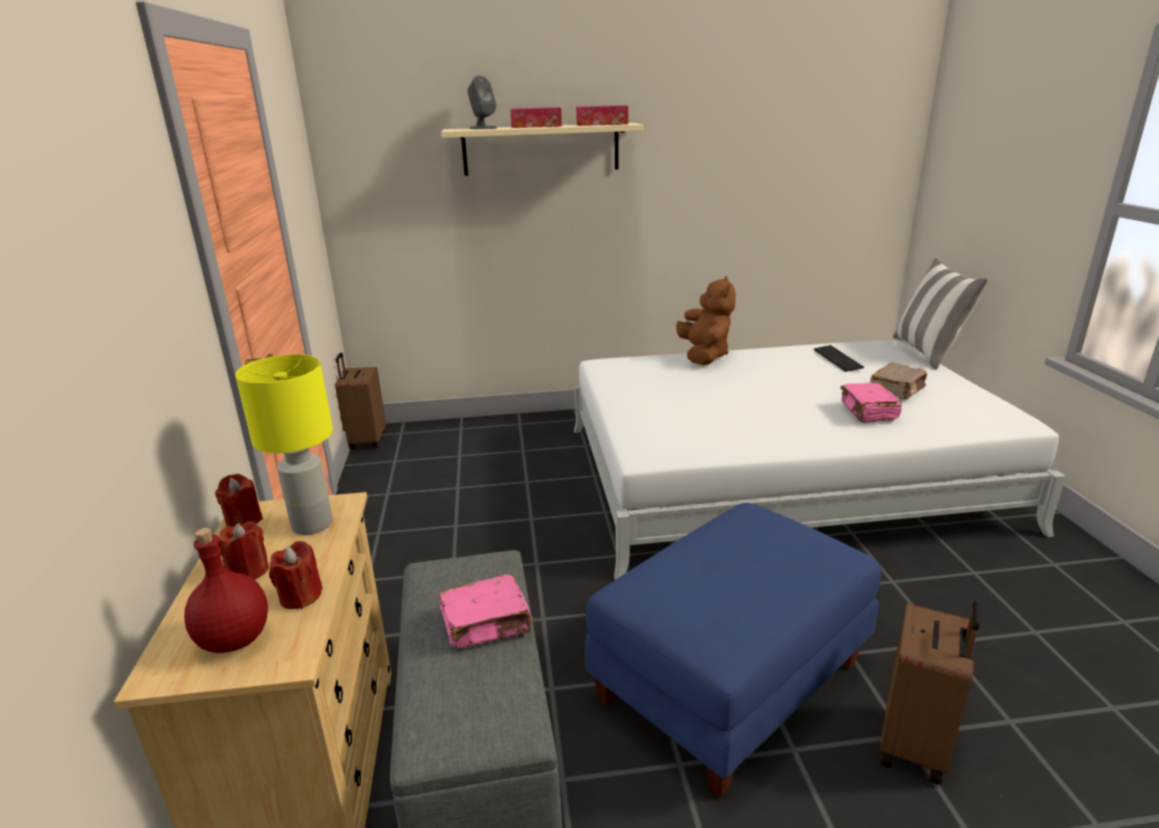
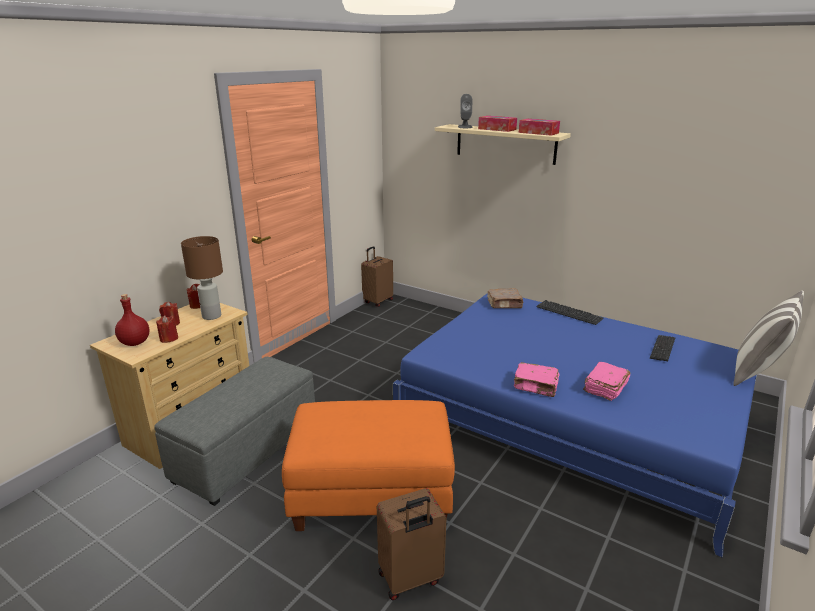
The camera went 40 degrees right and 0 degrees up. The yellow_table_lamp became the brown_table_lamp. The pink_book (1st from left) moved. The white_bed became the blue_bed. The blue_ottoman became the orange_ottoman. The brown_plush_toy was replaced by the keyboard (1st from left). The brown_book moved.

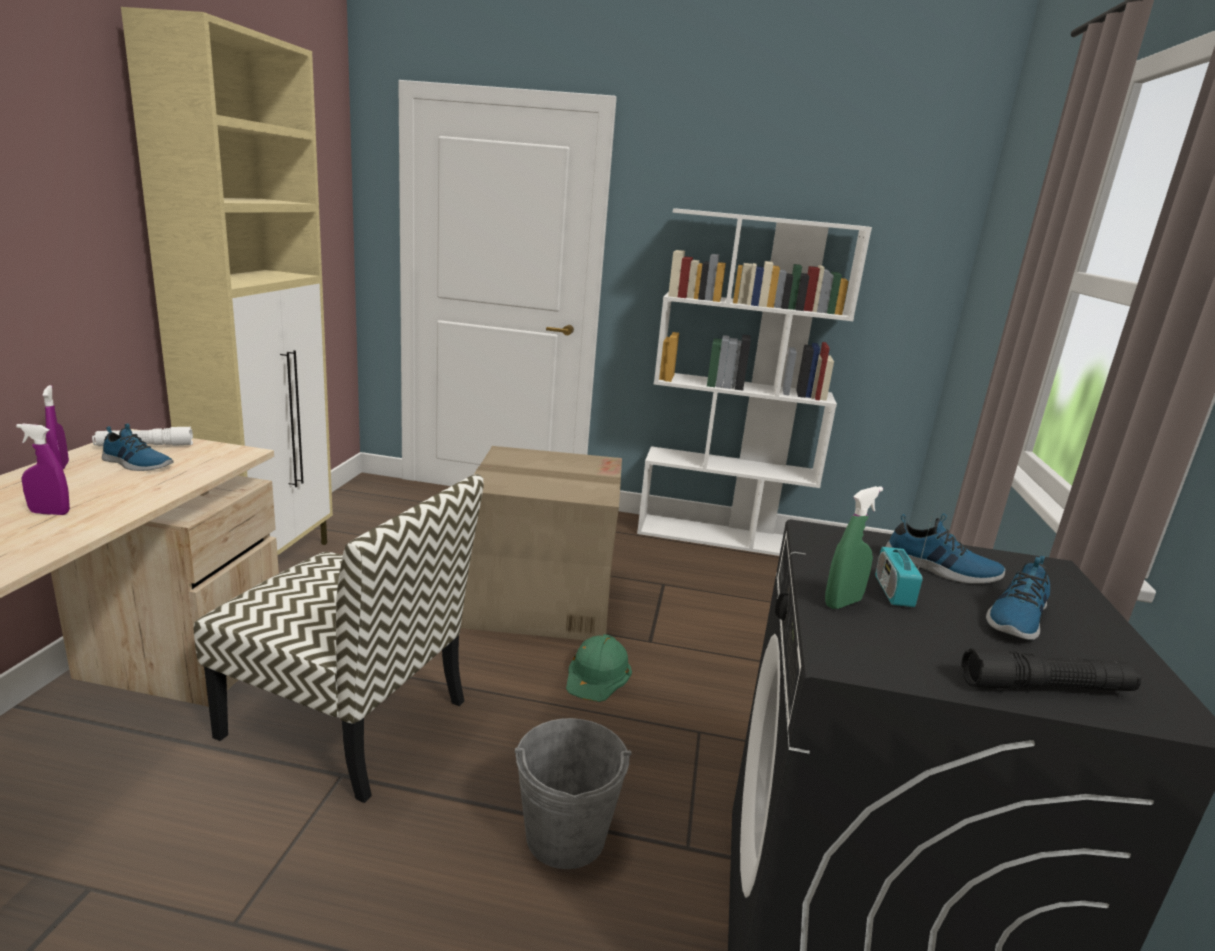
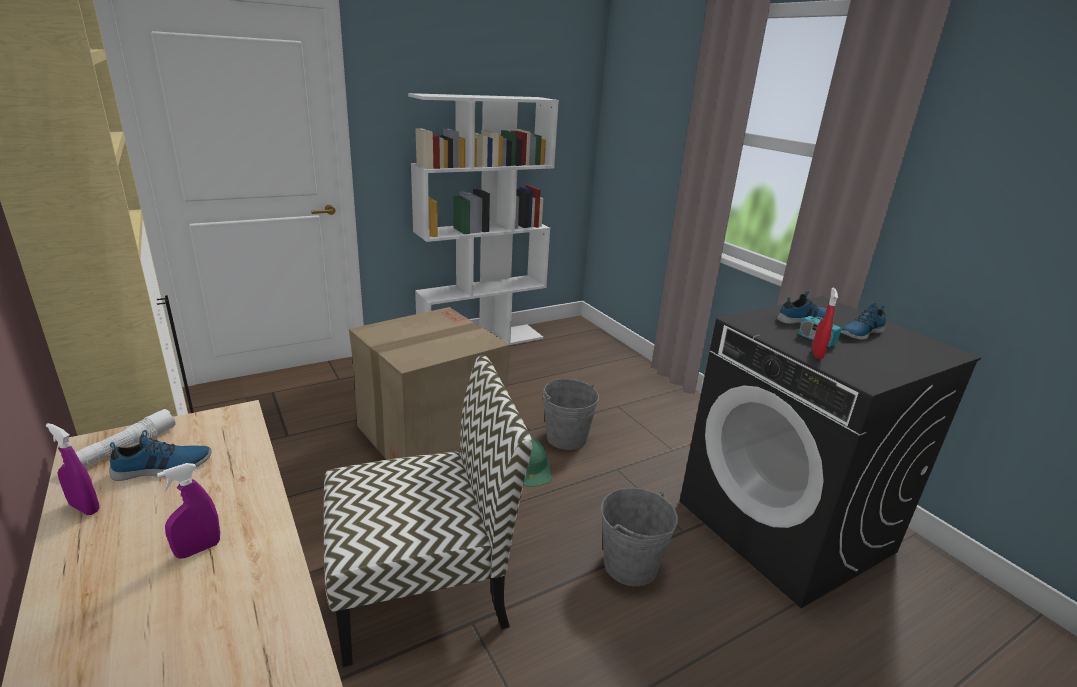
The camera went 40 degrees left and 5 degrees up. The green_spray_bottle became the red_spray_bottle. The black_flashlight disappeared. The shoe (3rd from left) turned 60 degrees clockwise. The grey_bucket (1st from left) appeared.

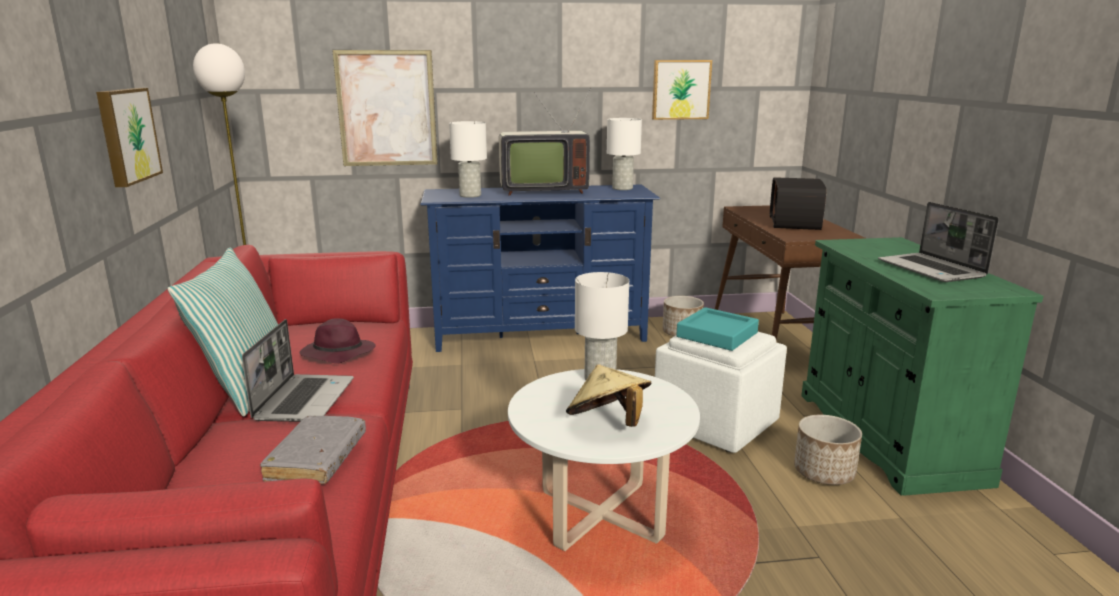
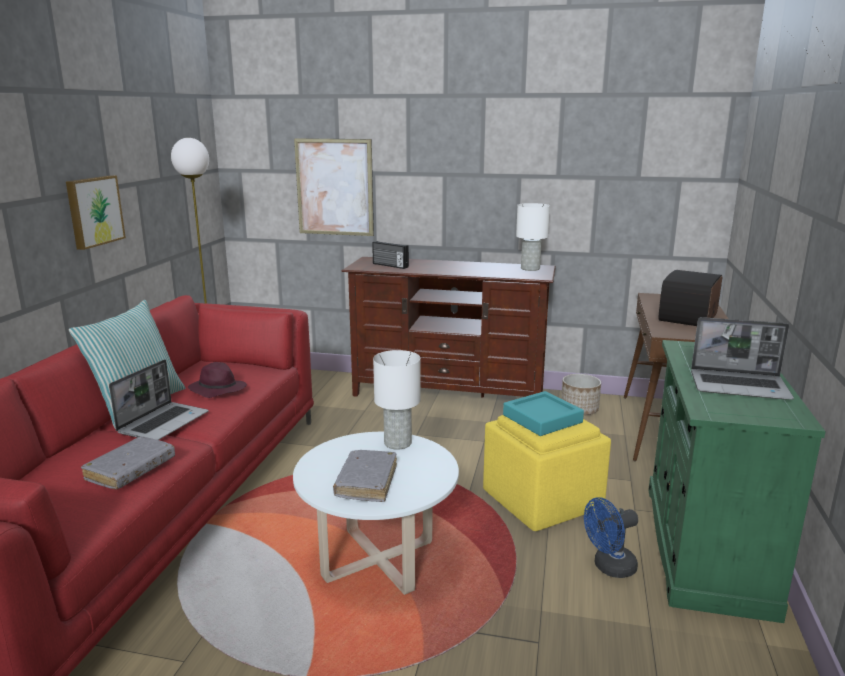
The camera went 20 degrees right and 0 degrees up. The blue_tv_stand became the brown_tv_stand. The white_table_lamp (1st from left) was replaced by the radio (1st from left). The television disappeared. The beige_hat was replaced by the grey_book (2nd from left). The picture (3rd from left) disappeared. The white_ottoman became the yellow_ottoman. The planter (2nd from left) was replaced by the blue_fan. The laptop (2nd from left) turned 75 degrees counterclockwise.

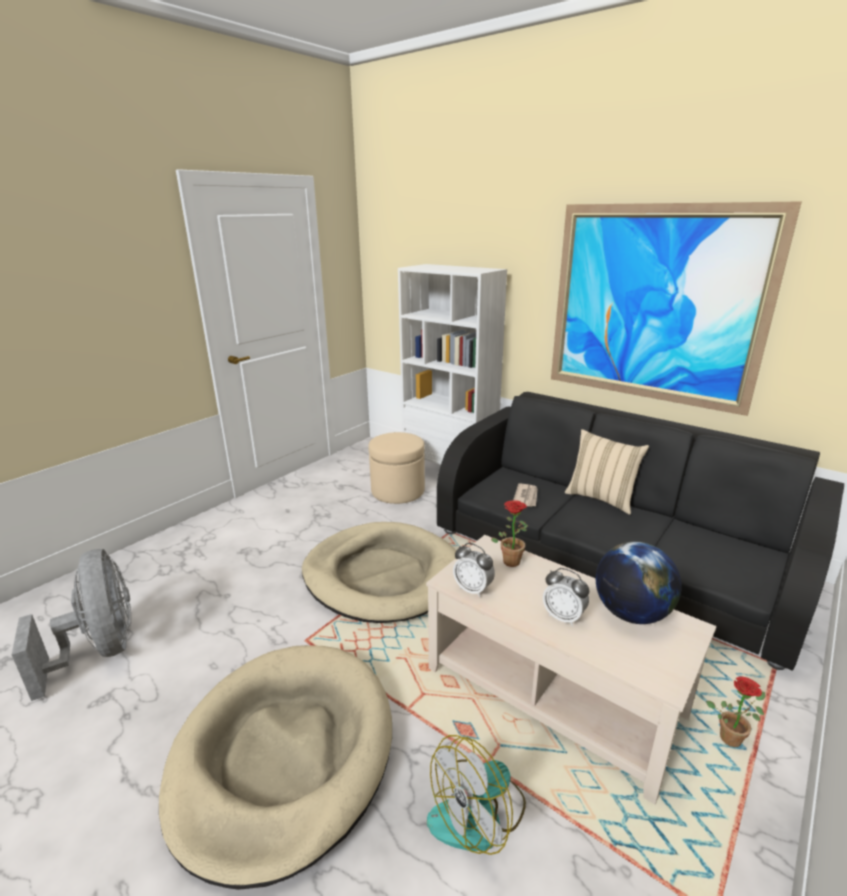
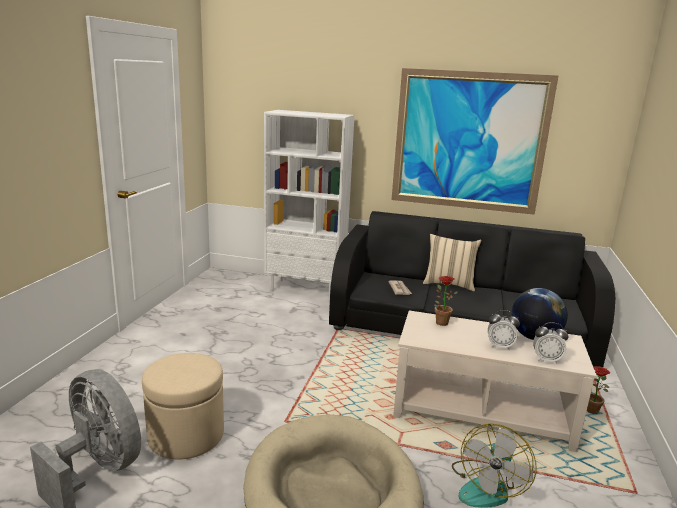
The camera went 25 degrees left and 5 degrees down. The beige_dog_bed (2nd from left) disappeared. The beige_ottoman moved. The alarm_clock (1st from left in the first image) moved.

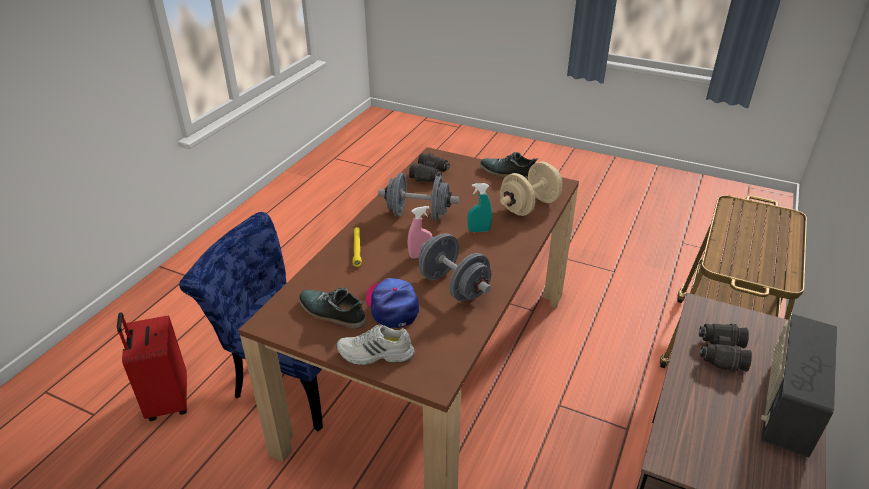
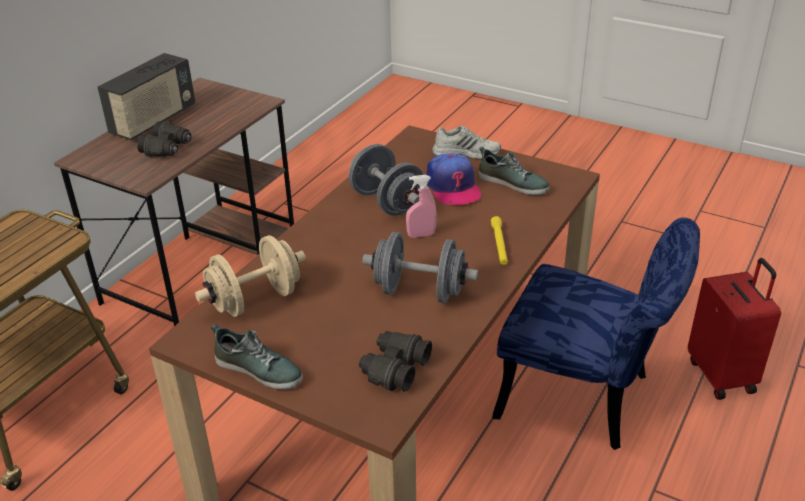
The camera went 175 degrees left and 0 degrees up. The turquoise_spray_bottle disappeared.

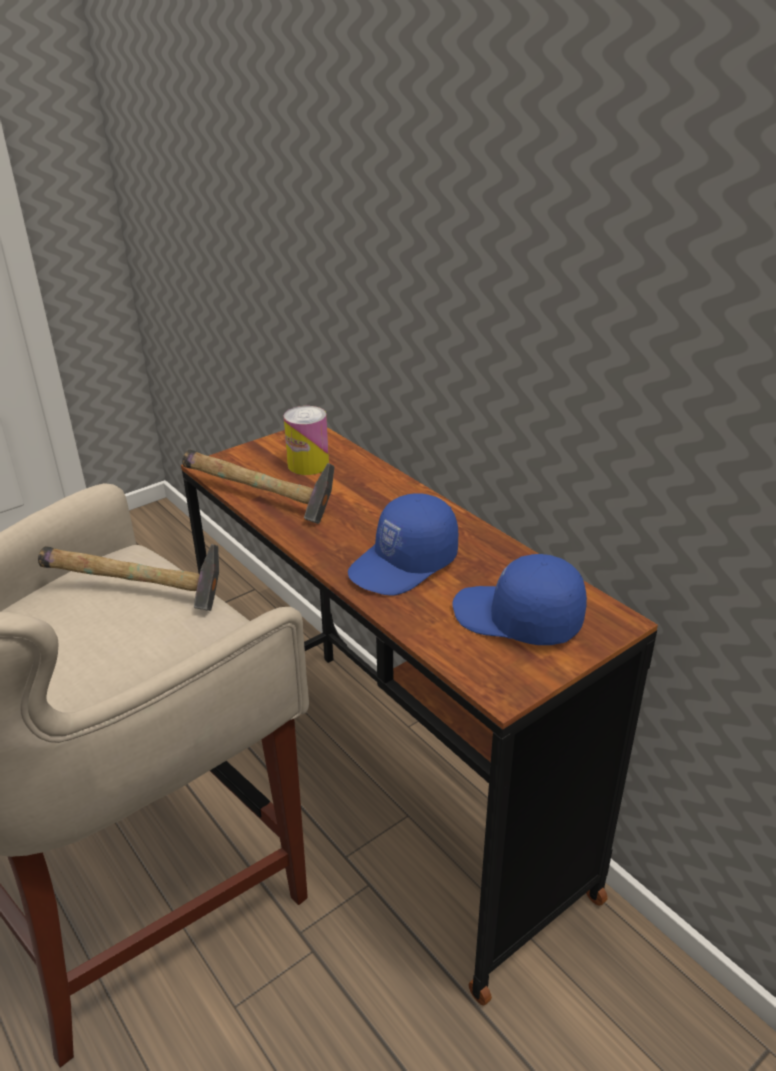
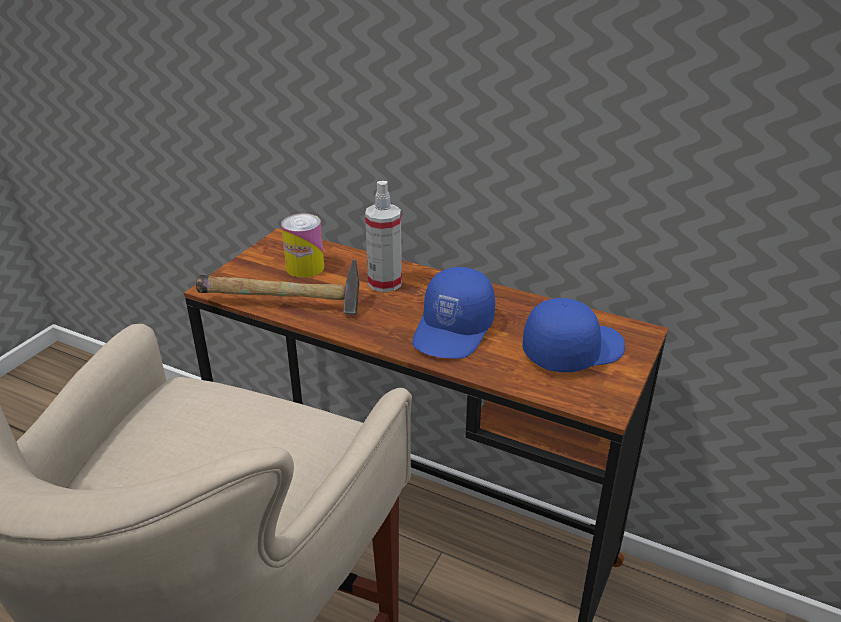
The camera went 25 degrees left and 0 degrees up. The hammer (1st from left) disappeared. The blue_cap (2nd from left) turned 150 degrees clockwise. The spray_bottle appeared.

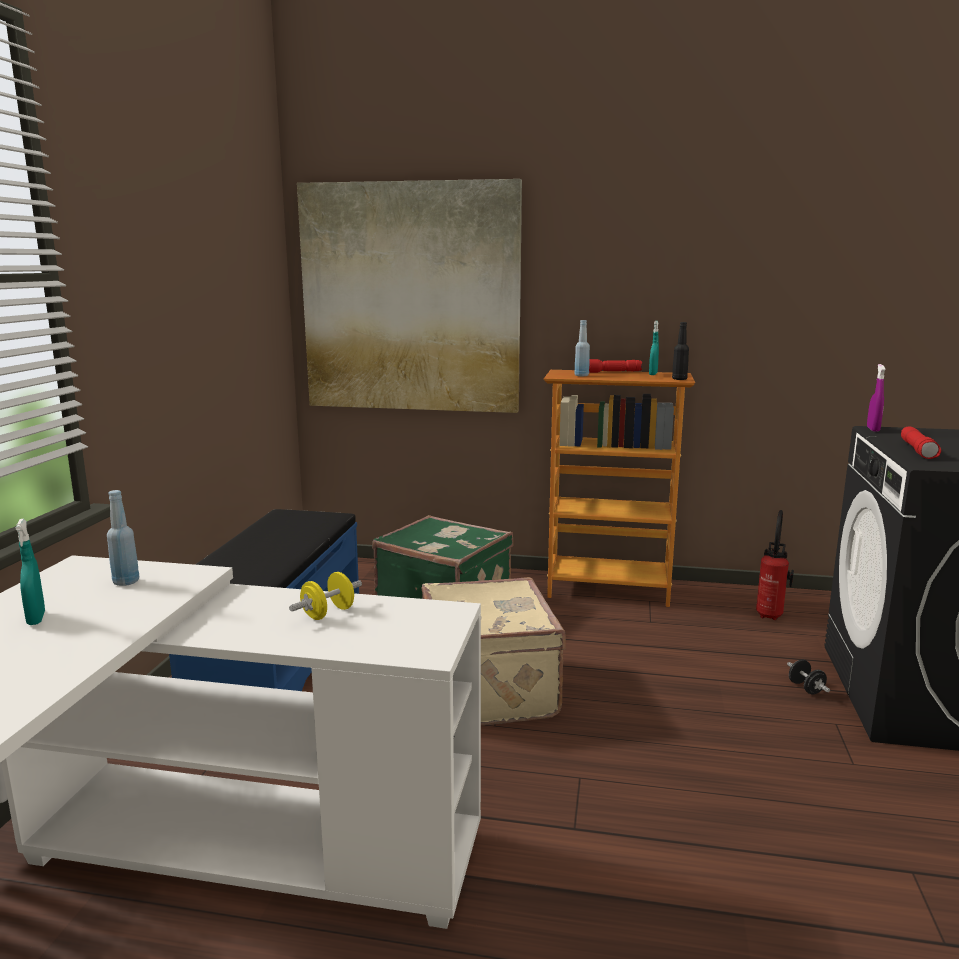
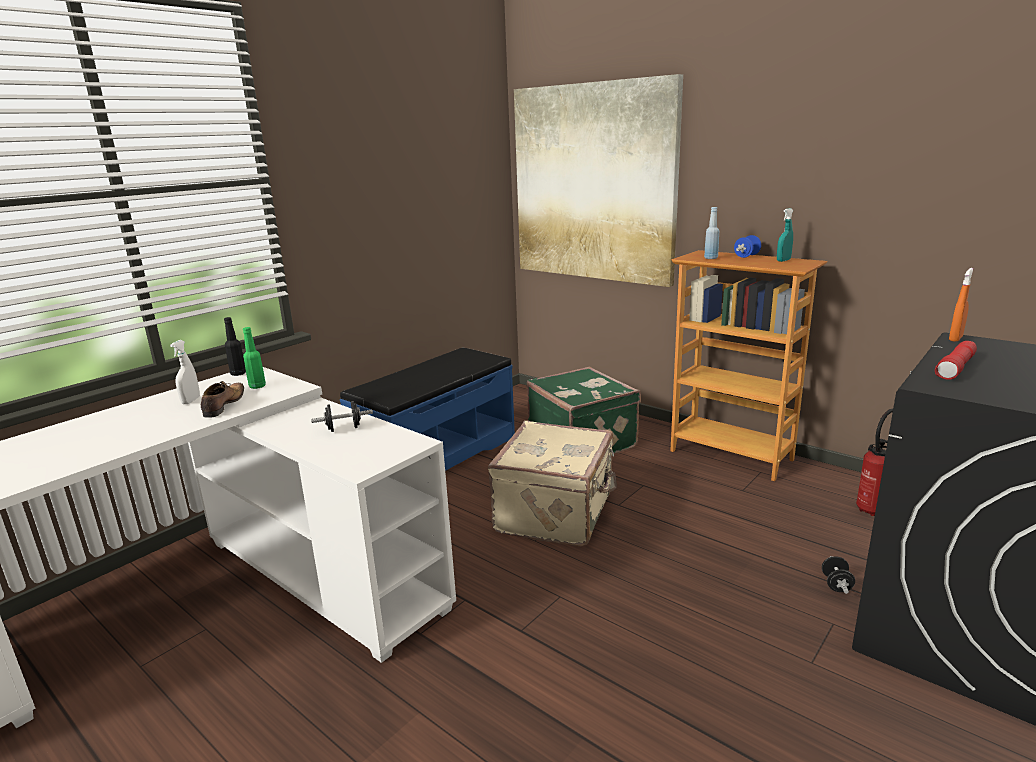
The camera went 30 degrees right and 5 degrees up. The turquoise_spray_bottle (1st from left) became the white_spray_bottle. The blue_bottle (1st from left) became the green_bottle. The yellow_dumbbell became the black_dumbbell (1st from left). The red_flashlight (1st from left) was replaced by the blue_dumbbell. The black_bottle moved. The purple_spray_bottle became the orange_spray_bottle. The shoe appeared.

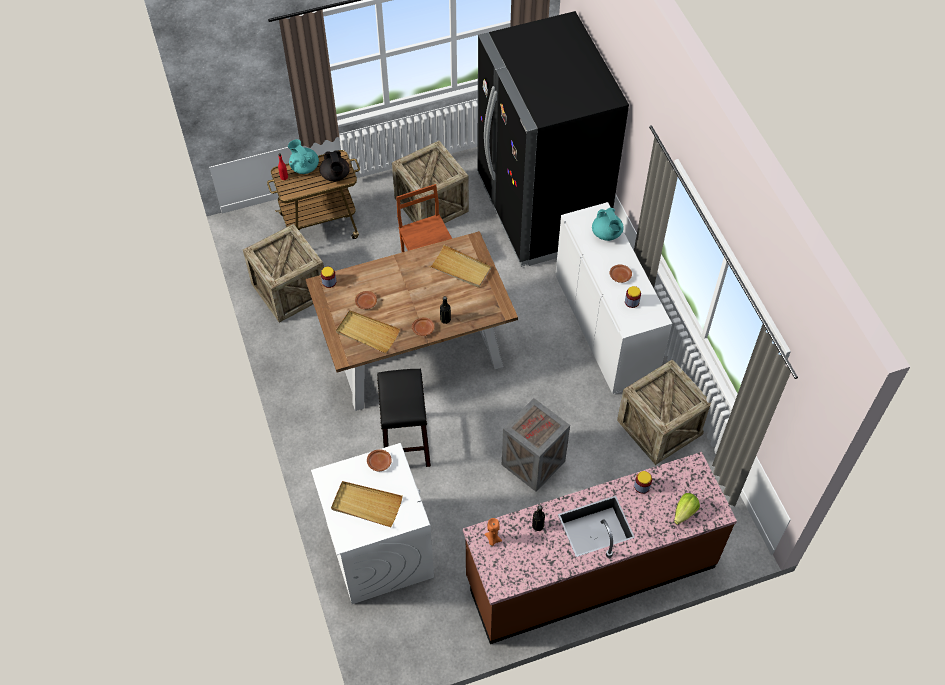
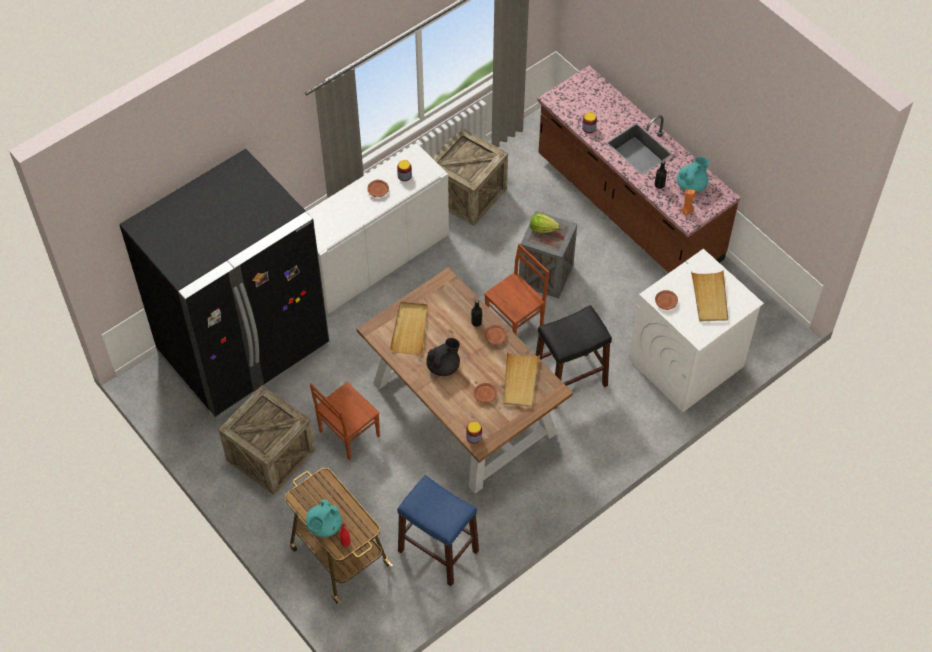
The camera went 110 degrees left and 0 degrees up. The crate (1st from left) was replaced by the blue_stool. The black_teapot moved. The turquoise_teapot (2nd from left) moved. The lettuce moved. The brown_chair (2nd from left) appeared.

